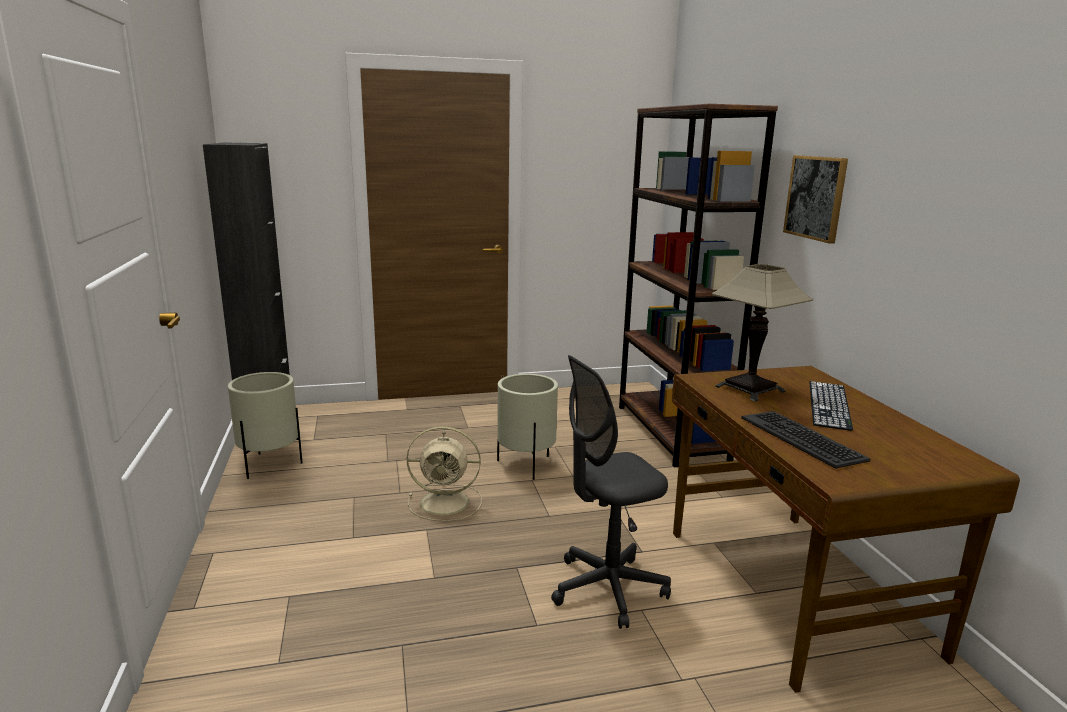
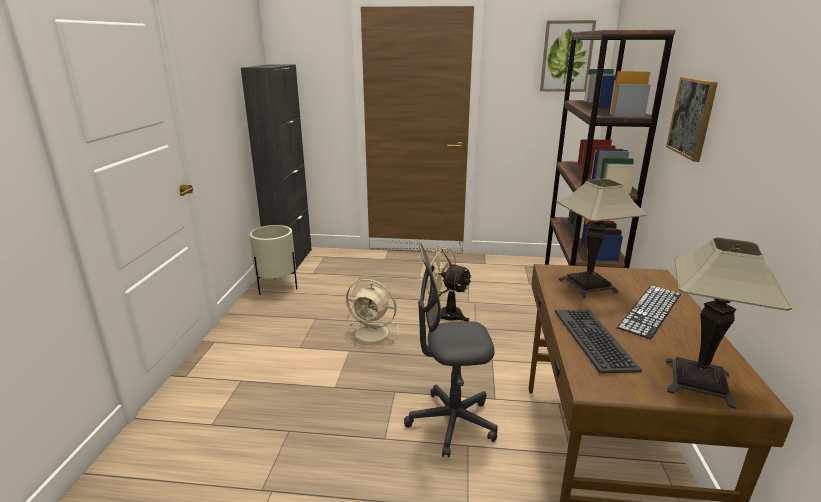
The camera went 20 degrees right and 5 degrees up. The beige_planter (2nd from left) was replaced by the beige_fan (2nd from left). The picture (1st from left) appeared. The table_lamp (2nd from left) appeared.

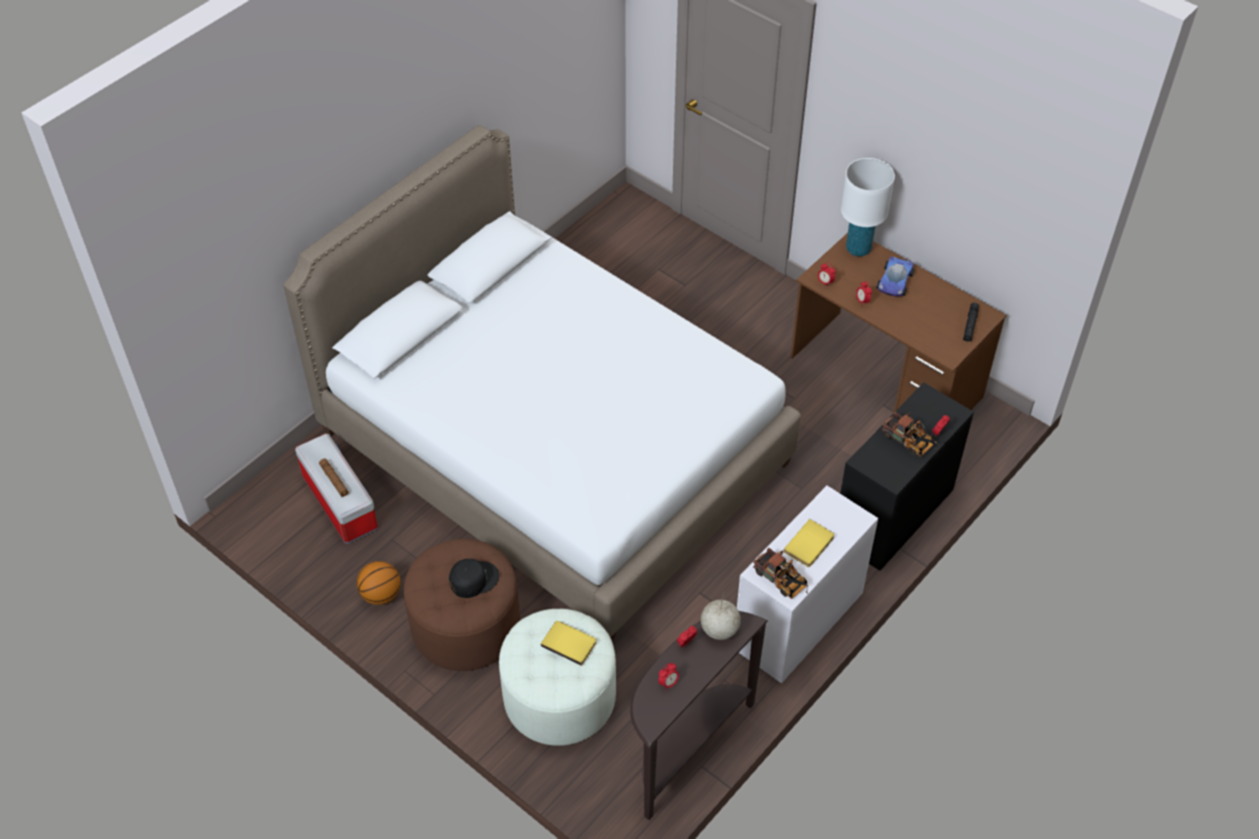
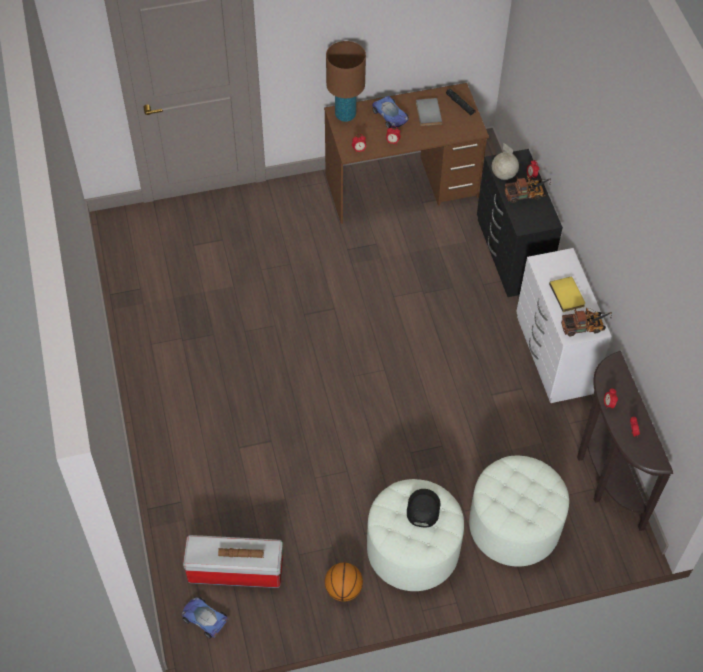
The camera went 55 degrees left and 5 degrees up. The white_bed disappeared. The brown_ottoman became the white_ottoman (1st from left). The yellow_book (1st from left) disappeared. The globe moved. The white_table_lamp became the brown_table_lamp. The toy_car (1st from left) appeared. The grey_book appeared.

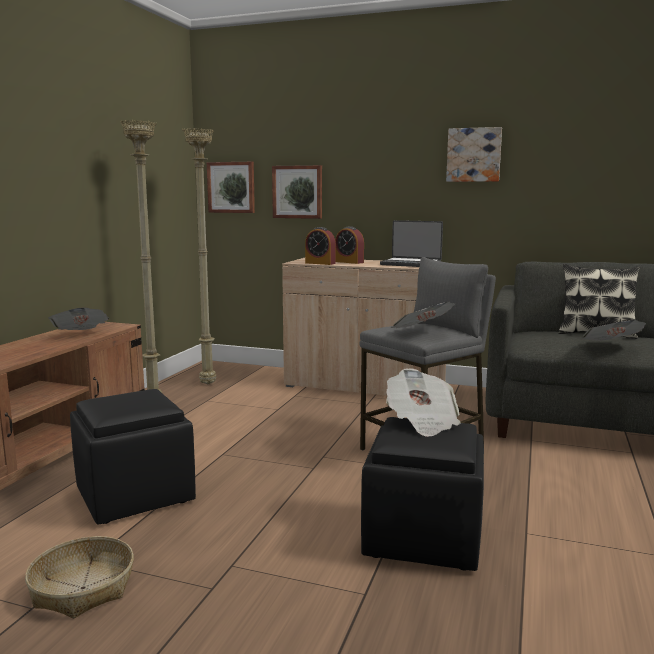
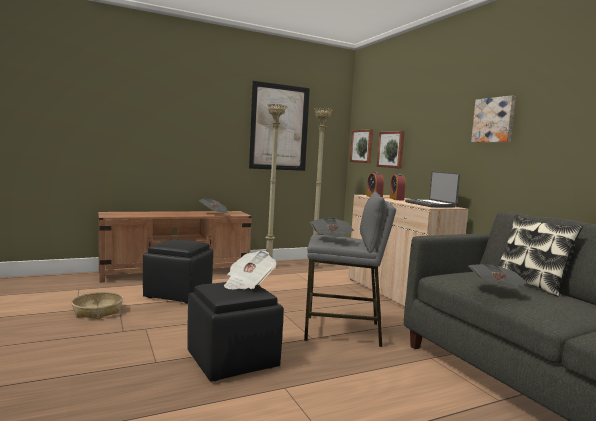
The camera went 45 degrees right and 5 degrees down. The picture (1st from left) appeared.

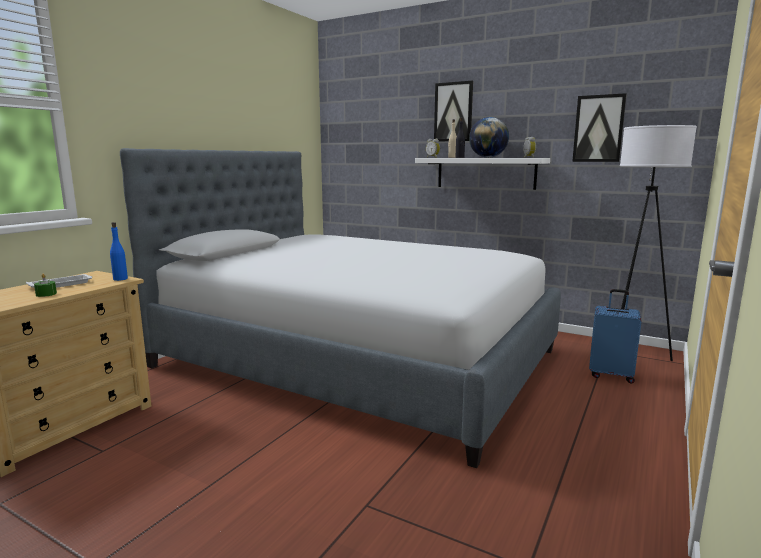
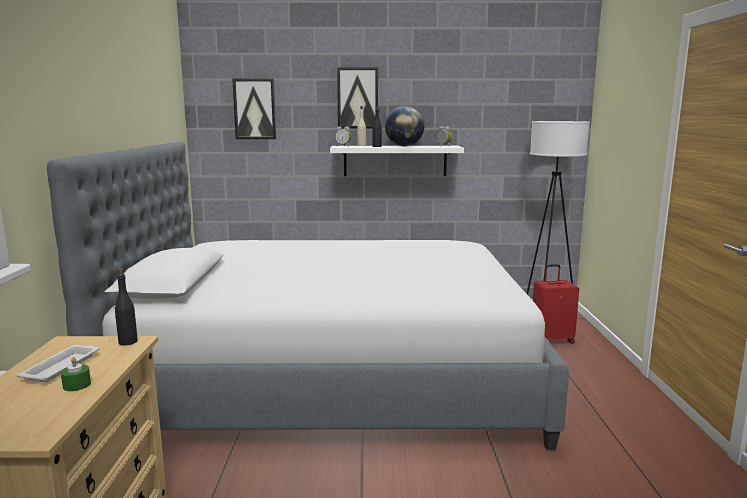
The camera went 30 degrees left and 0 degrees up. The blue_bottle became the black_bottle (1st from left). The picture (2nd from left in the first image) moved. The blue_suitcase became the red_suitcase.

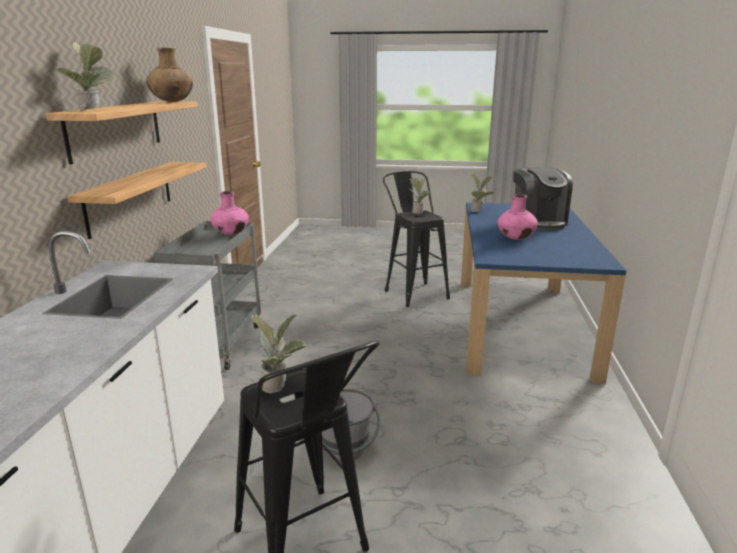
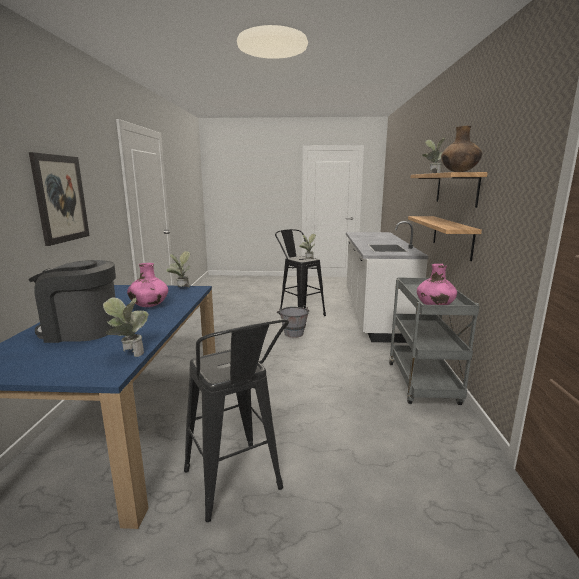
The camera went 175 degrees right and 5 degrees down. The potted_plant (3rd from left in the first image) moved. The coffee_machine turned 75 degrees counterclockwise. The picture appeared.

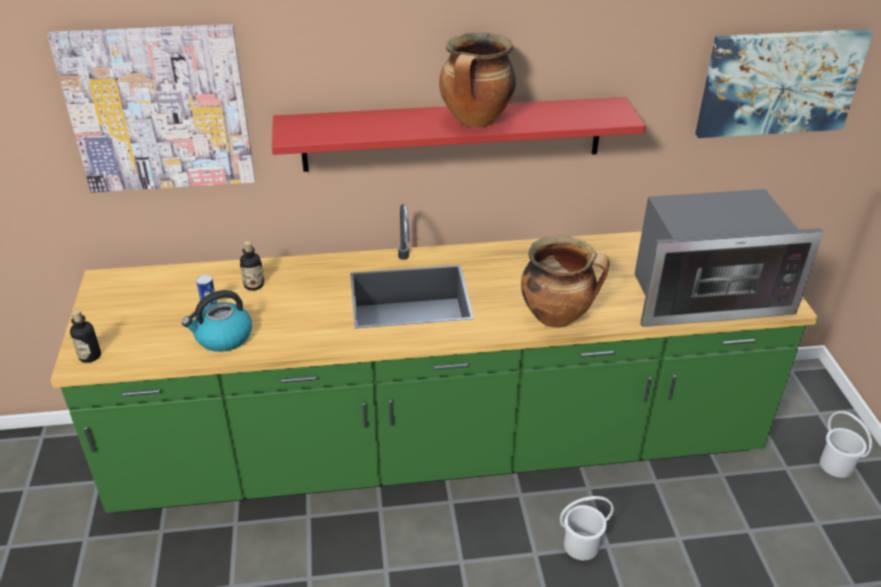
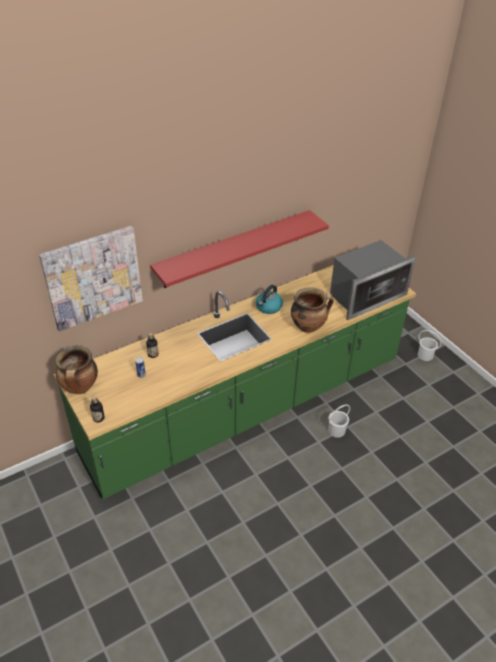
The camera went 25 degrees left and 5 degrees up. The kettle moved. The cooking_pot (1st from left) moved. The picture (2nd from left) disappeared.

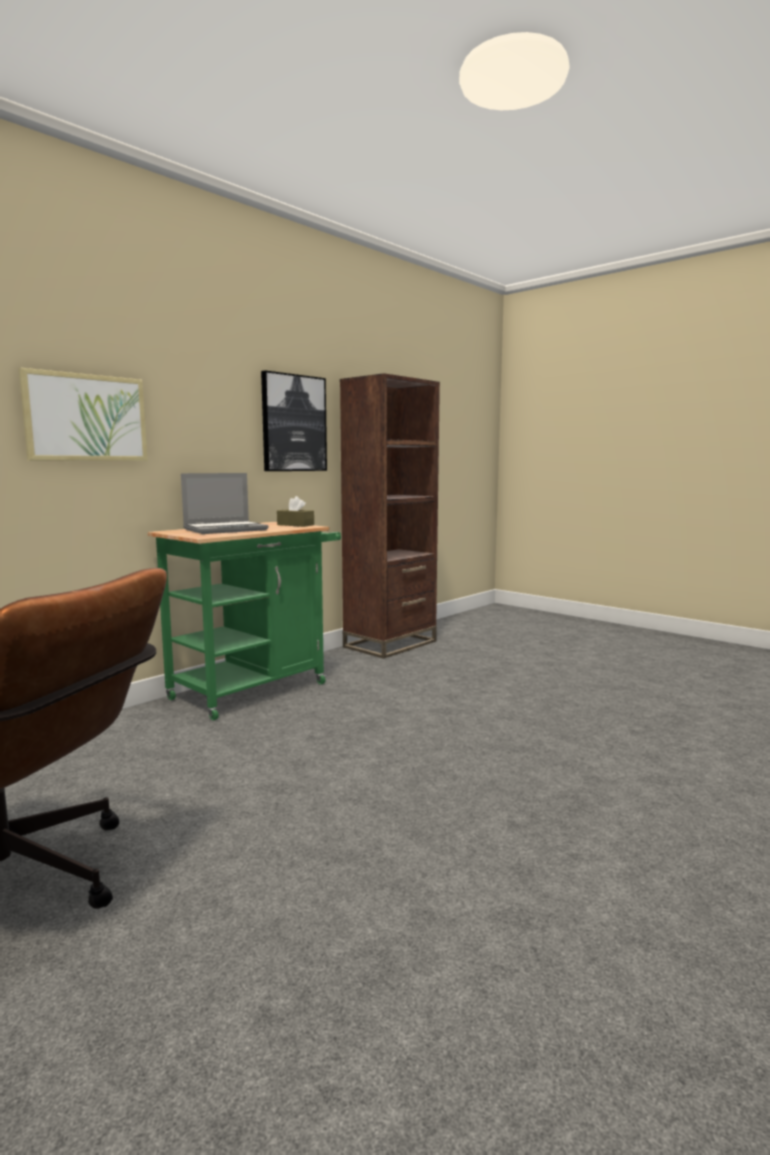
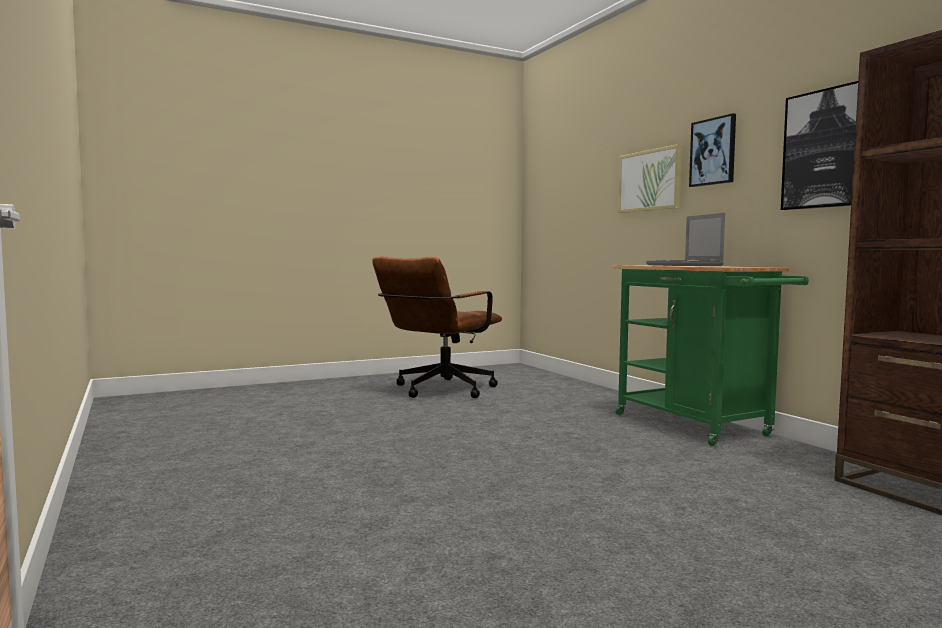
The camera went 110 degrees right and 5 degrees down. The brown_tissue_box disappeared. The picture (2nd from left) appeared.

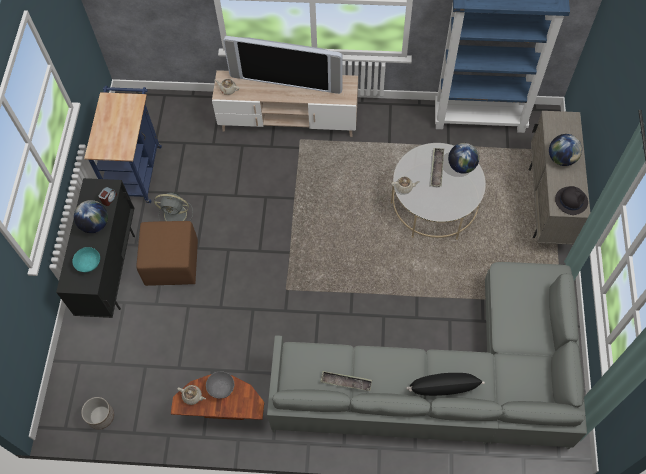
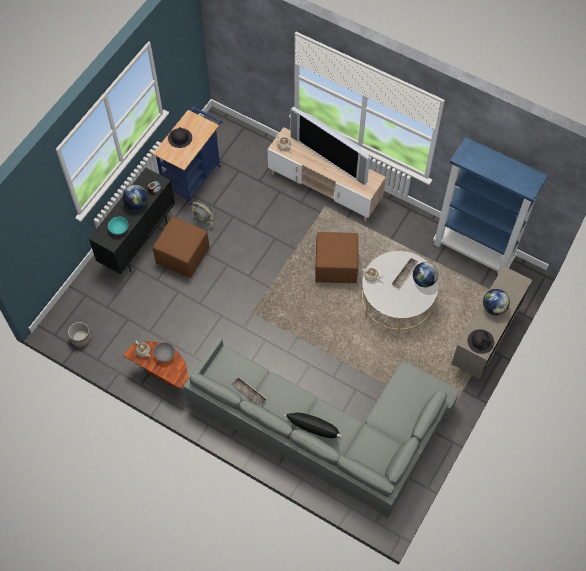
The camera went 25 degrees right and 0 degrees up. The black_hat (1st from left) appeared. The brown_ottoman (2nd from left) appeared.

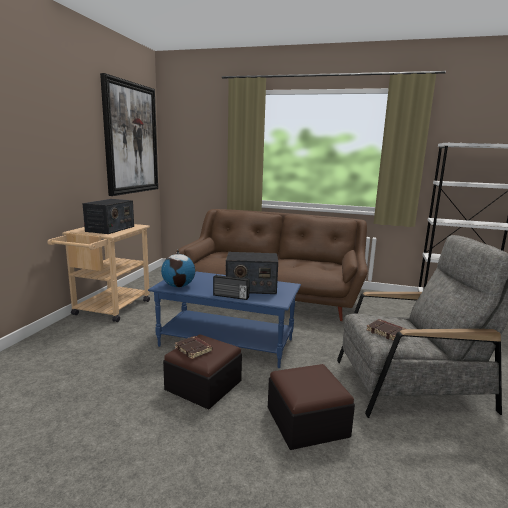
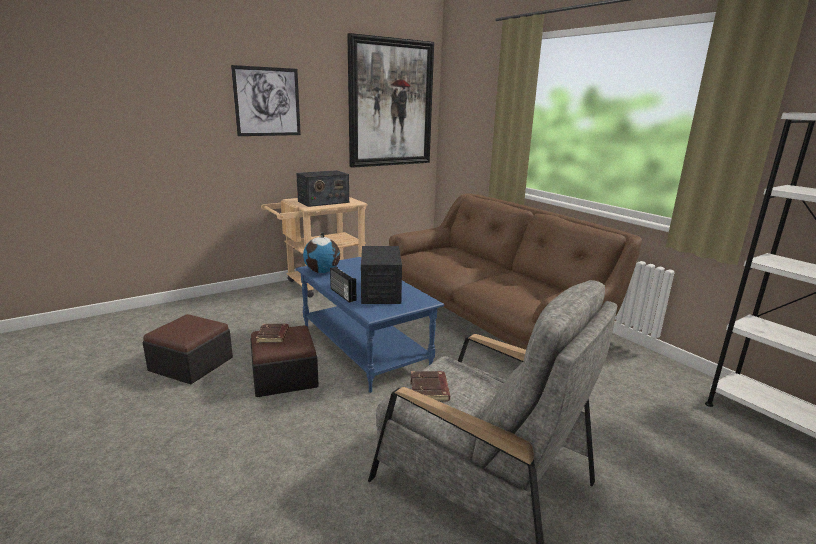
The camera went 40 degrees right and 5 degrees up. The radio (3rd from left) turned 135 degrees counterclockwise. The ottoman (2nd from left in the first image) moved. The picture (1st from left) appeared.

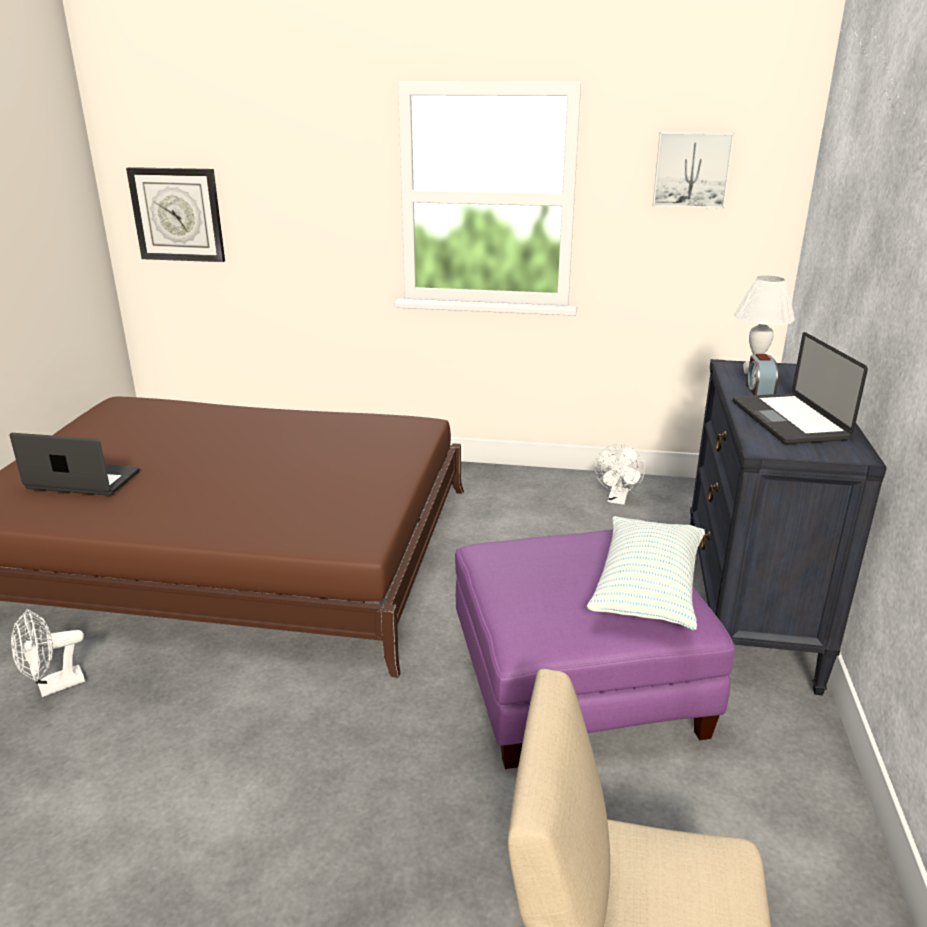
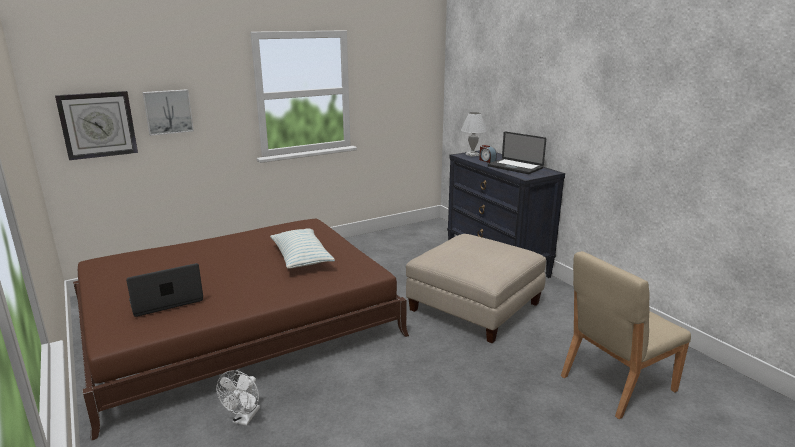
The camera went 40 degrees left and 5 degrees down. The purple_ottoman became the beige_ottoman. The pillow moved. The white_fan (2nd from left) disappeared. The picture moved.

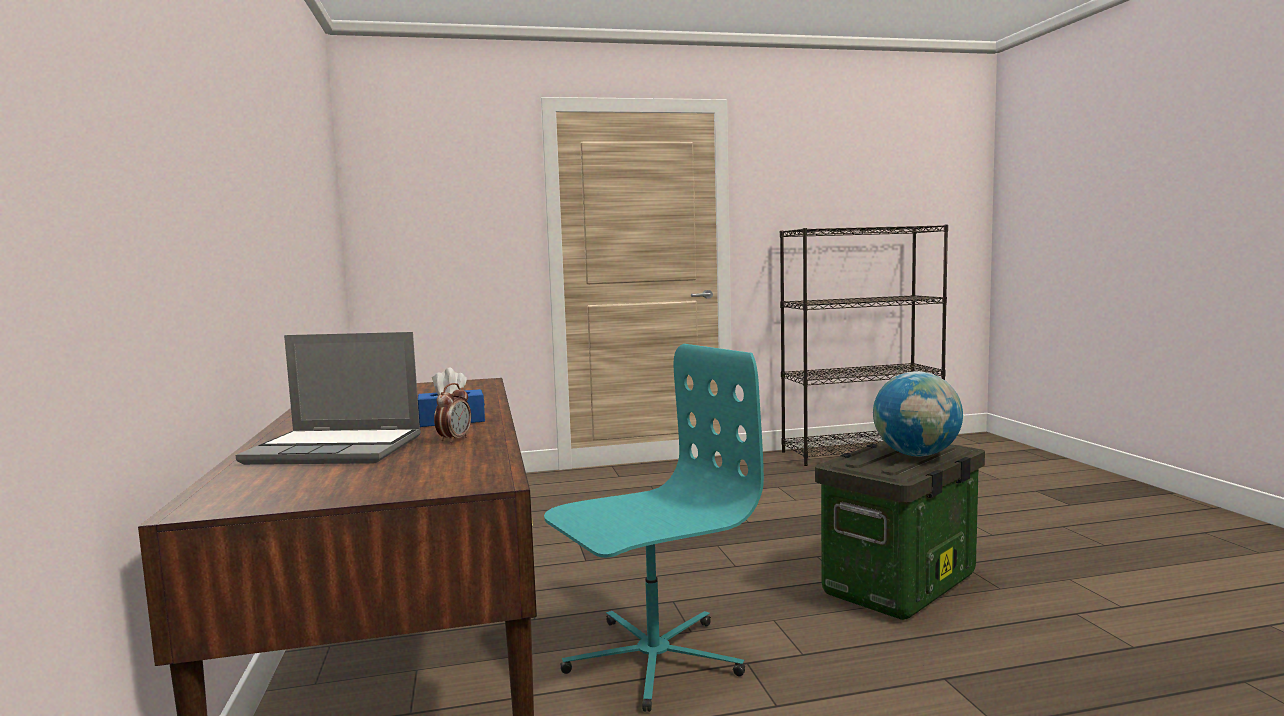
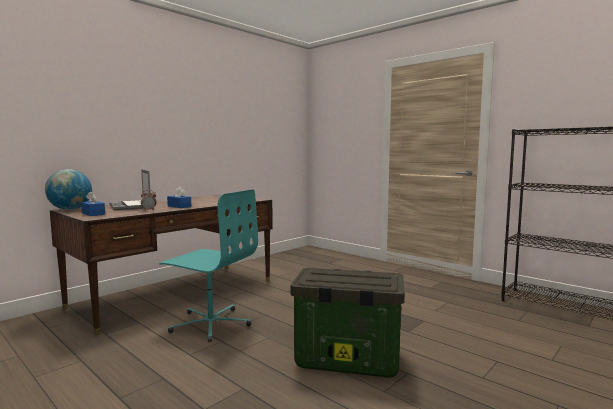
The camera went 55 degrees right and 0 degrees up. The globe moved. The blue_tissue_box (1st from left) appeared.

